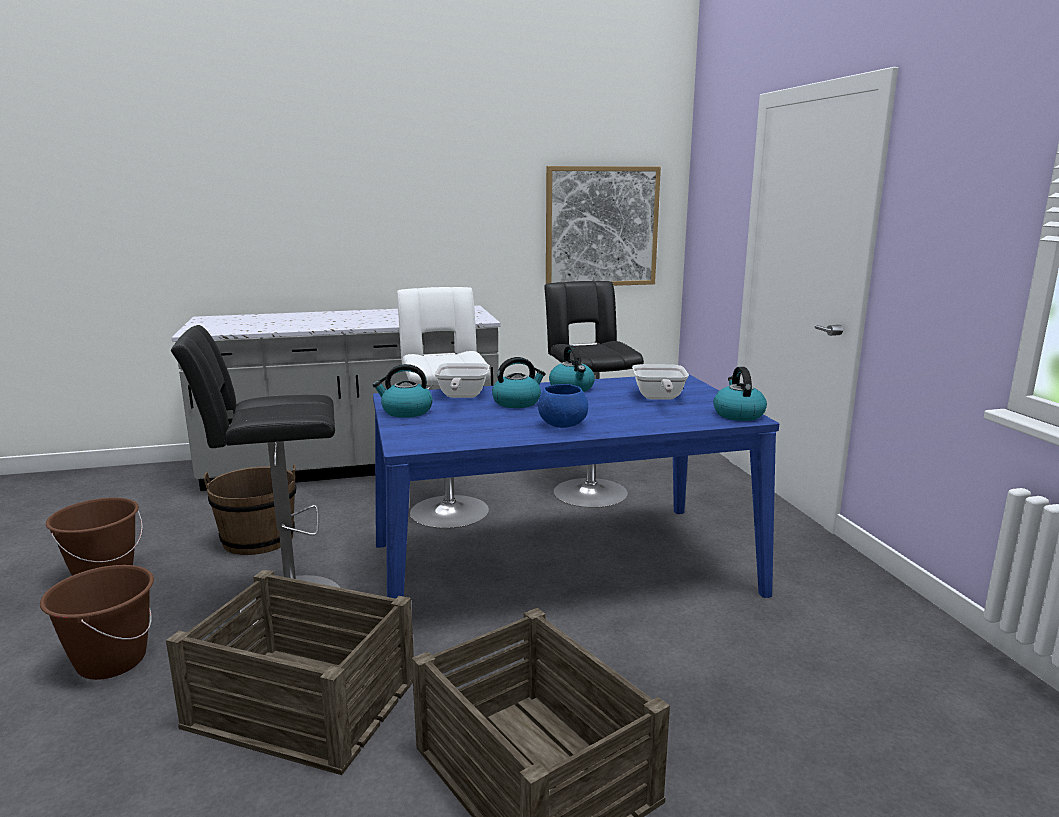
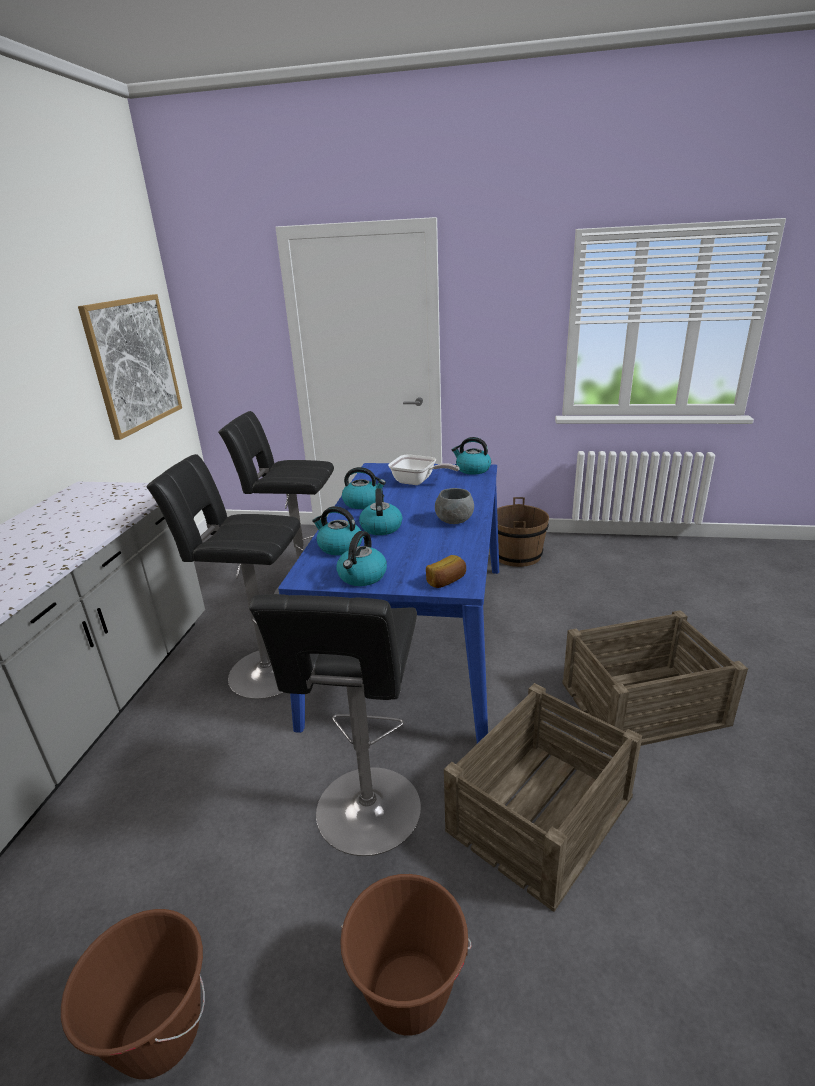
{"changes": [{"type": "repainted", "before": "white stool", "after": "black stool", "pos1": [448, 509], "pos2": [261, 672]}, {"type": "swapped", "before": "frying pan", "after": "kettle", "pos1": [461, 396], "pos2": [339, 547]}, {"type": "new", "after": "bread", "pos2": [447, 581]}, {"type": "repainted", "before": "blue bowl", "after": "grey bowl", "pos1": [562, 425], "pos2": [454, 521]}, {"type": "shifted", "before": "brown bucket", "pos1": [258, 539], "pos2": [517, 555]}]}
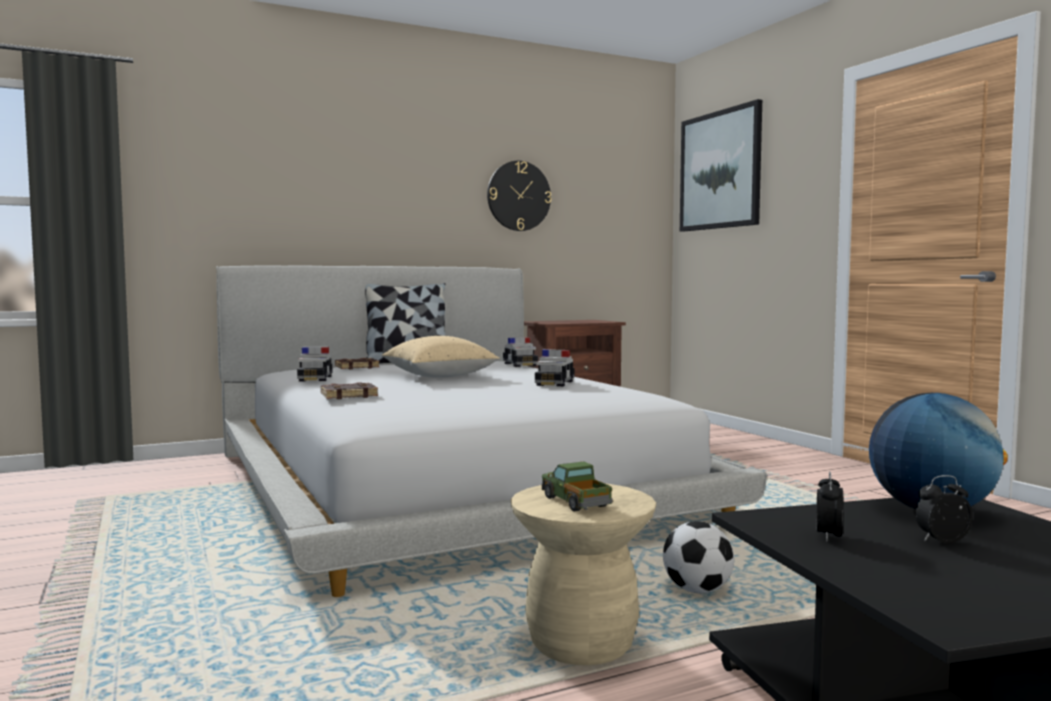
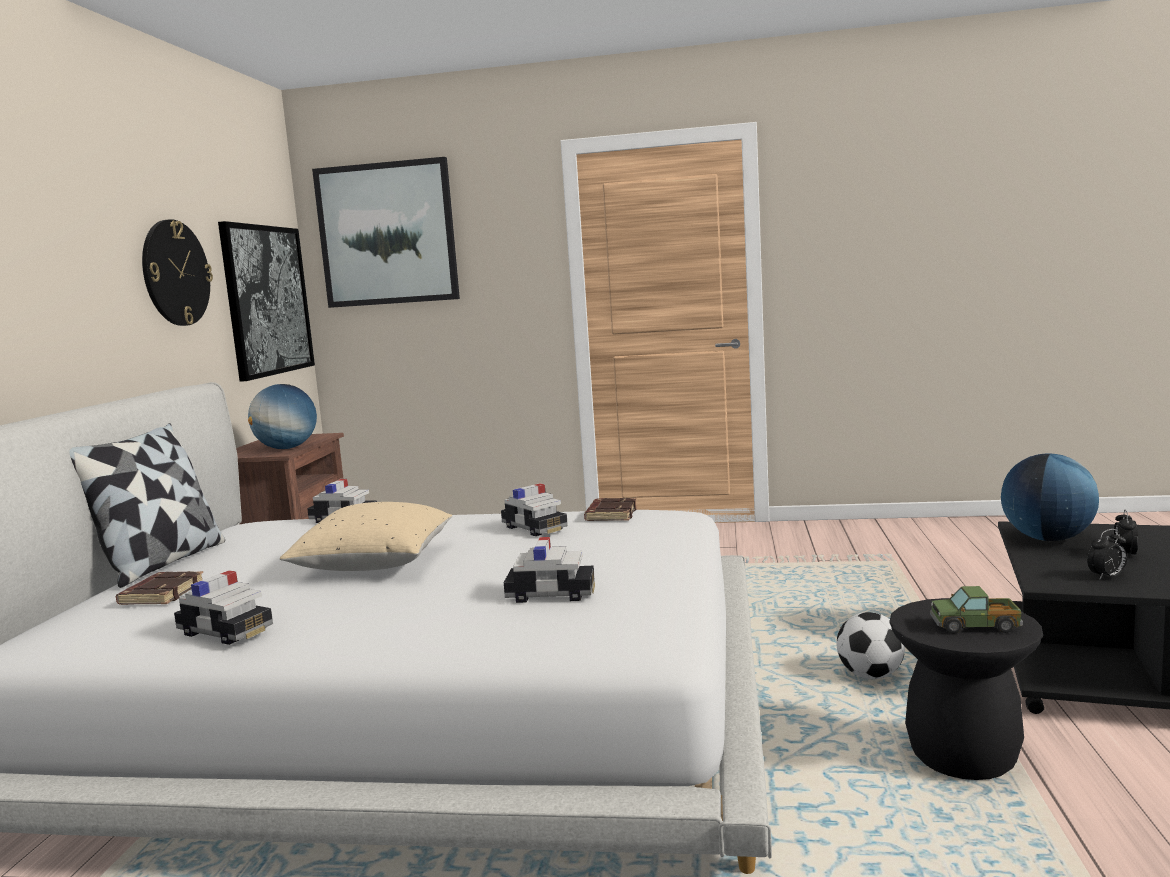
{"changes": [{"type": "new", "after": "picture", "pos2": [267, 300]}, {"type": "new", "after": "globe", "pos2": [286, 448]}, {"type": "new", "after": "toy car", "pos2": [551, 594]}, {"type": "shifted", "before": "brown book", "pos1": [349, 395], "pos2": [610, 514]}, {"type": "repainted", "before": "beige stool", "after": "black stool", "pos1": [581, 645], "pos2": [962, 758]}, {"type": "rotated", "before": "alarm clock", "pos1": [828, 537], "pos2": [1107, 577], "turn": -75}]}
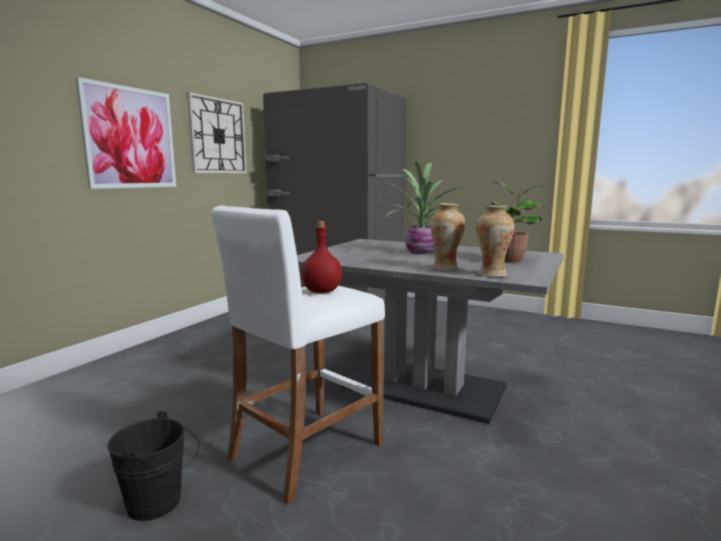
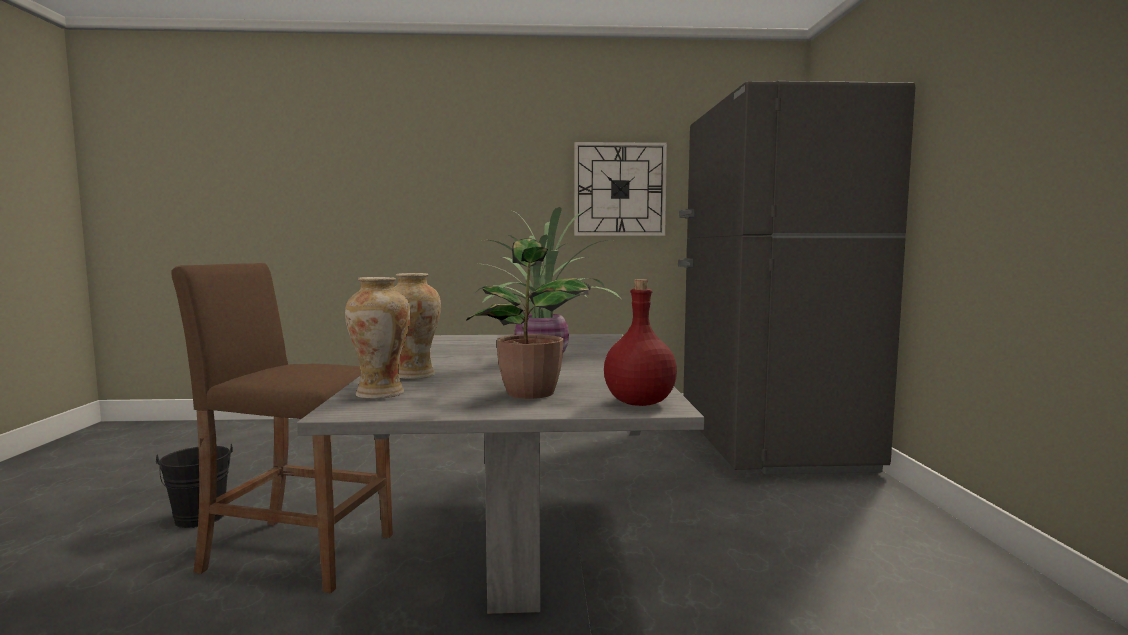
{"changes": [{"type": "repainted", "before": "white stool", "after": "brown stool", "pos1": [306, 451], "pos2": [298, 553]}, {"type": "shifted", "before": "red bottle", "pos1": [321, 292], "pos2": [638, 403]}, {"type": "gone", "before": "picture", "pos1": [130, 138]}]}
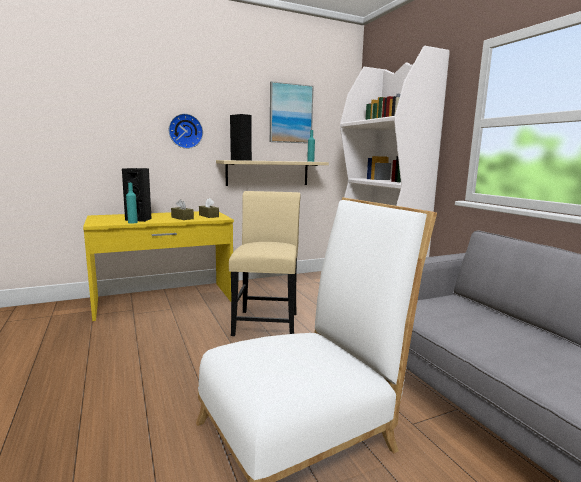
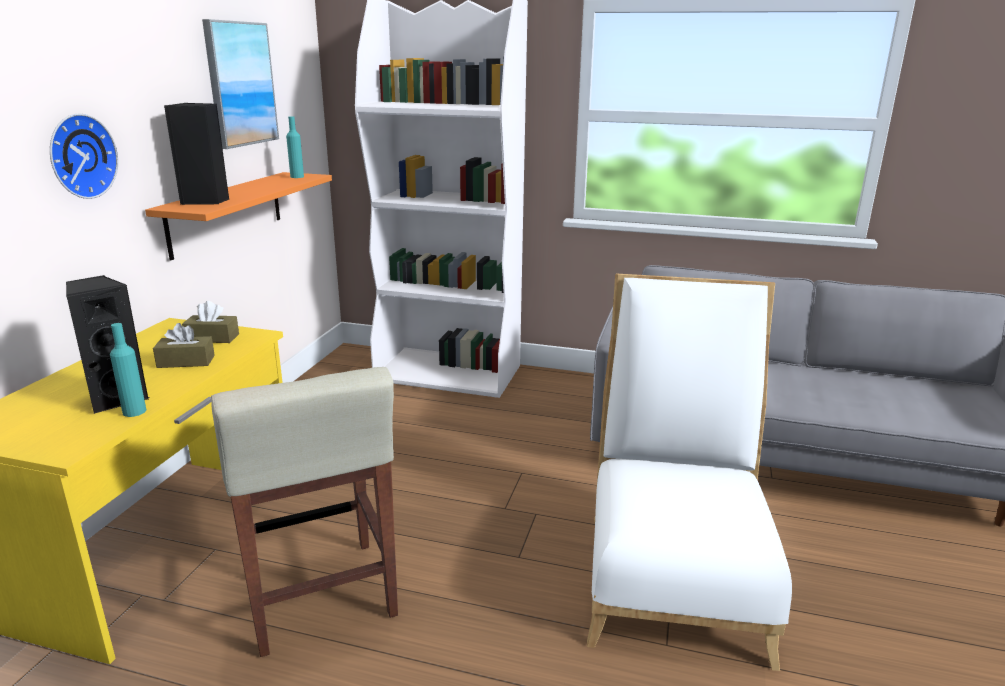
{"changes": [{"type": "repainted", "before": "beige shelf", "after": "orange shelf", "pos1": [268, 173], "pos2": [226, 213]}, {"type": "new", "after": "beige stool", "pos2": [319, 597]}, {"type": "gone", "before": "beige chair", "pos1": [267, 321]}]}
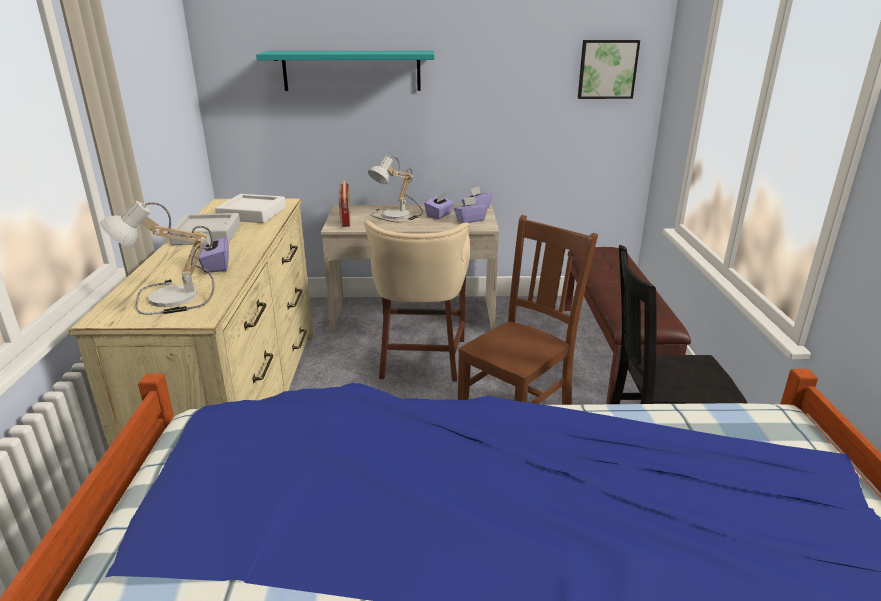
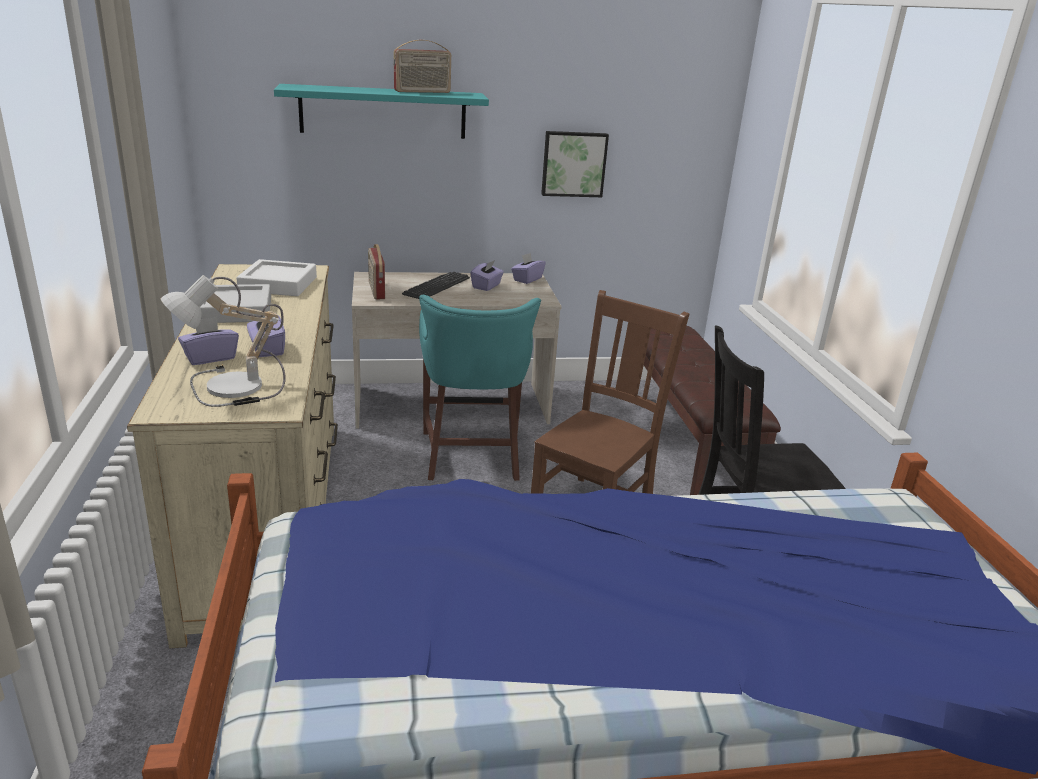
{"changes": [{"type": "shifted", "before": "purple tissue box", "pos1": [470, 220], "pos2": [210, 357]}, {"type": "new", "after": "radio", "pos2": [422, 92]}, {"type": "swapped", "before": "table lamp", "after": "keyboard", "pos1": [397, 215], "pos2": [437, 286]}, {"type": "repainted", "before": "beige stool", "after": "turquoise stool", "pos1": [421, 360], "pos2": [472, 457]}, {"type": "shifted", "before": "picture", "pos1": [607, 69], "pos2": [573, 164]}]}
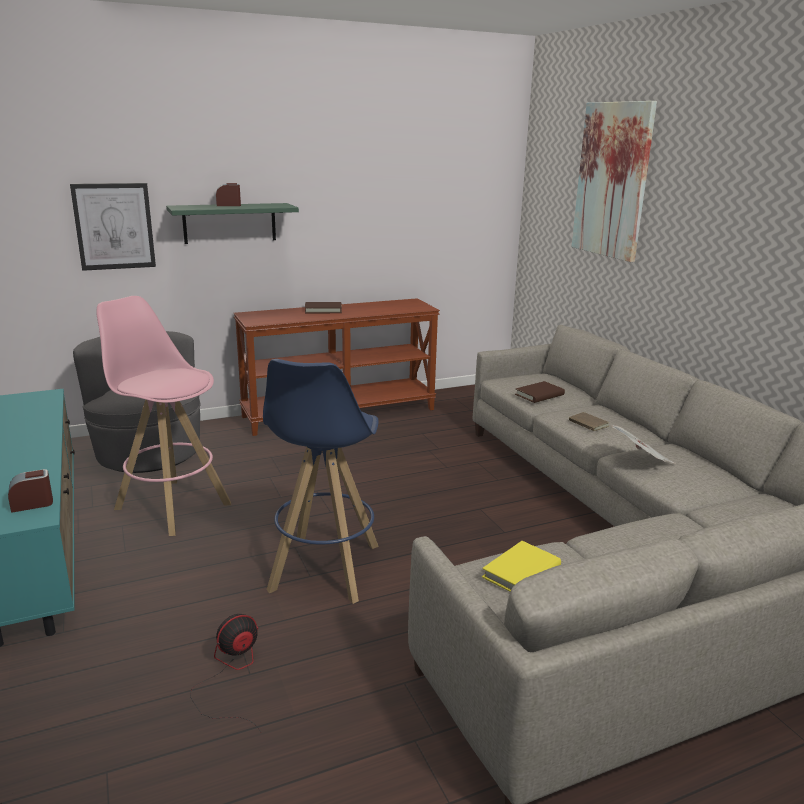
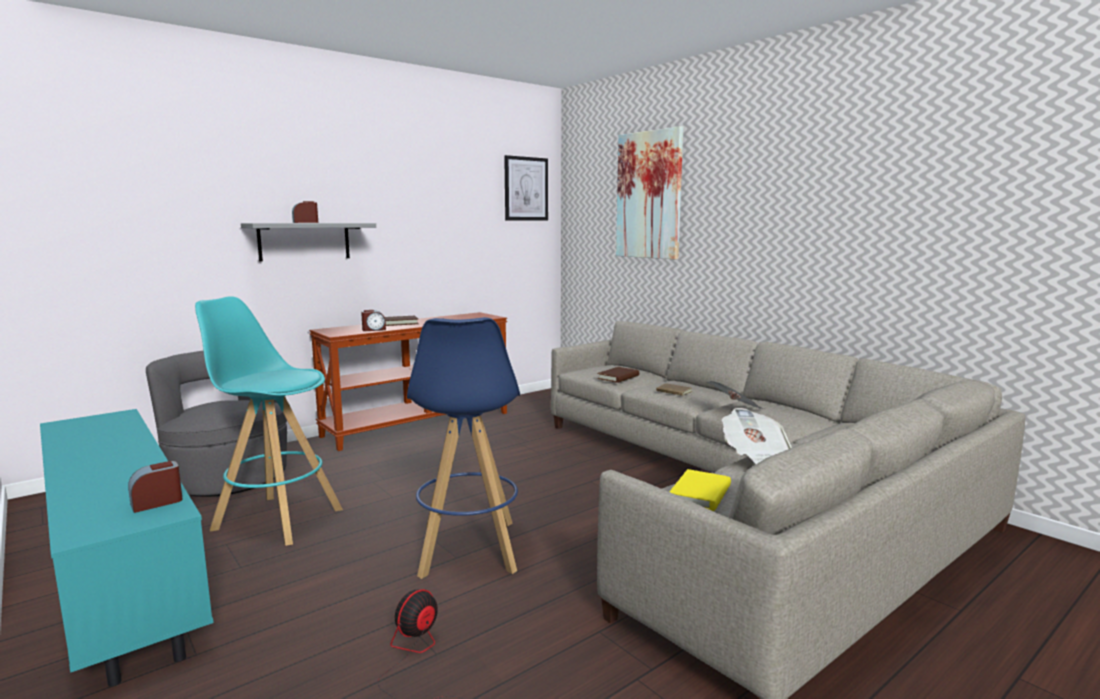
{"changes": [{"type": "repainted", "before": "pink stool", "after": "turquoise stool", "pos1": [172, 505], "pos2": [277, 519]}, {"type": "repainted", "before": "green shelf", "after": "grey shelf", "pos1": [229, 223], "pos2": [304, 241]}, {"type": "new", "after": "alarm clock", "pos2": [374, 330]}, {"type": "shifted", "before": "picture", "pos1": [114, 226], "pos2": [526, 189]}, {"type": "new", "after": "newspaper", "pos2": [756, 458]}]}
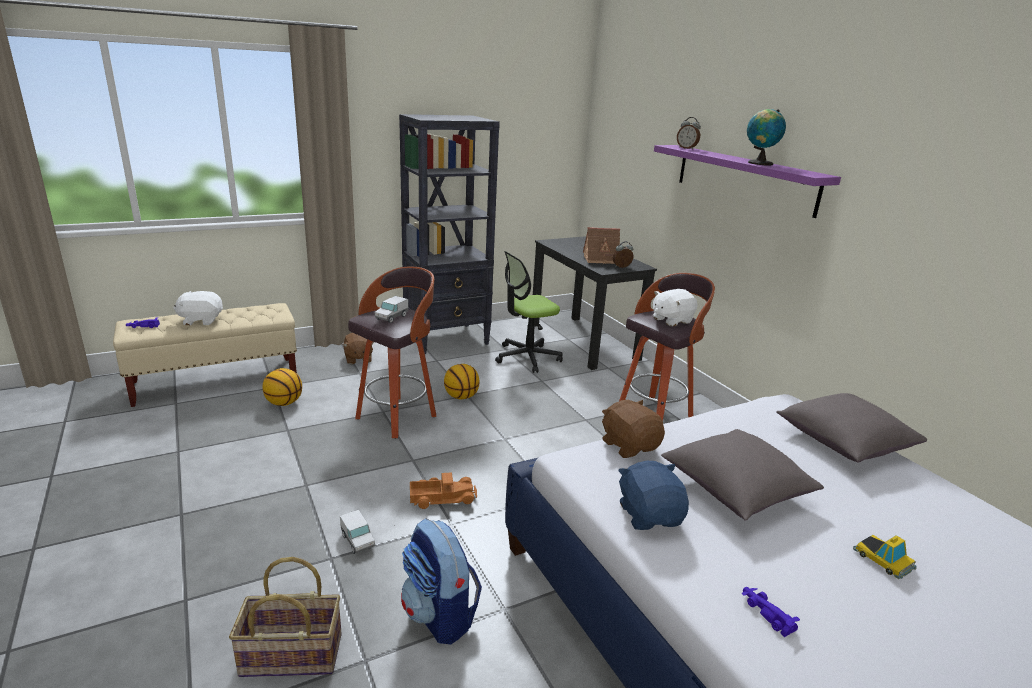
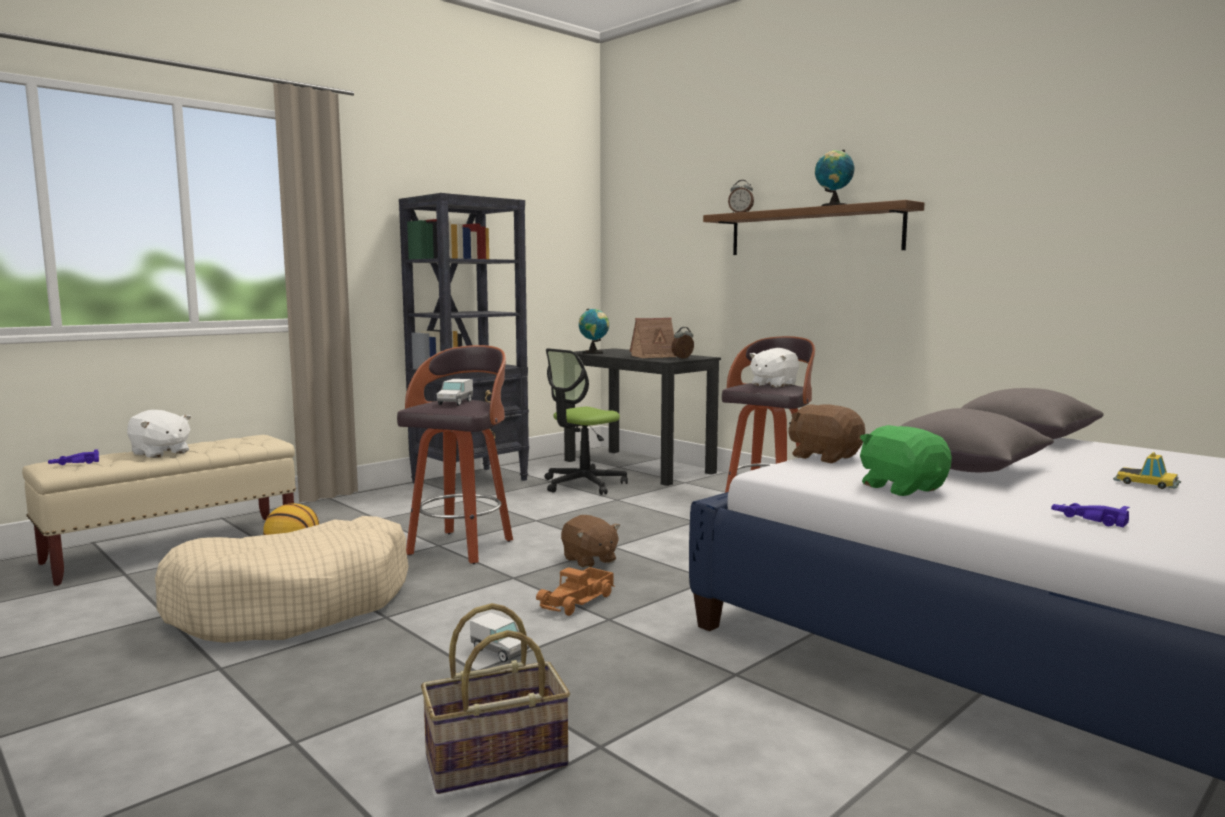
{"changes": [{"type": "rotated", "before": "white plush toy", "pos1": [201, 320], "pos2": [160, 453], "turn": -120}, {"type": "new", "after": "beige dog bed", "pos2": [294, 605]}, {"type": "rotated", "before": "toy truck", "pos1": [442, 497], "pos2": [578, 601], "turn": 150}, {"type": "shifted", "before": "brown plush toy", "pos1": [358, 359], "pos2": [589, 560]}, {"type": "new", "after": "globe", "pos2": [594, 352]}, {"type": "repainted", "before": "purple shelf", "after": "brown shelf", "pos1": [744, 178], "pos2": [813, 231]}, {"type": "repainted", "before": "blue plush toy", "after": "green plush toy", "pos1": [649, 515], "pos2": [902, 488]}, {"type": "gone", "before": "backpack", "pos1": [440, 615]}, {"type": "gone", "before": "basketball", "pos1": [461, 397]}]}
